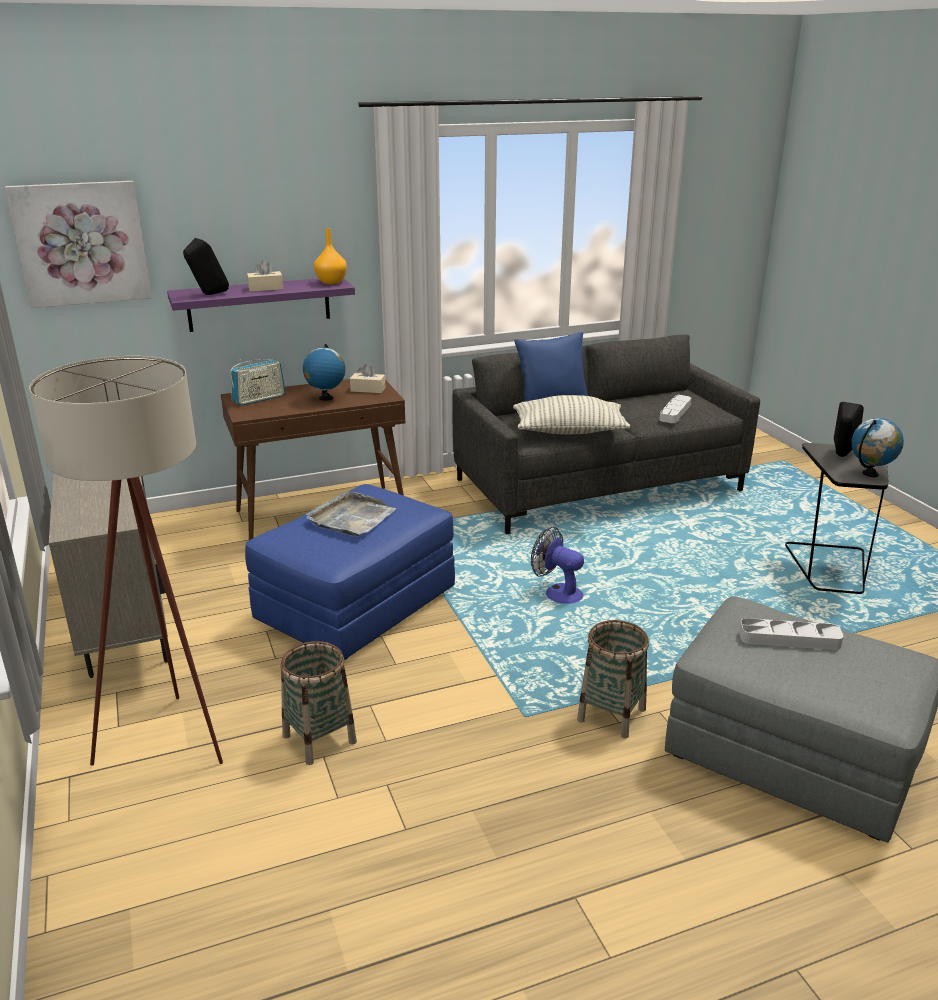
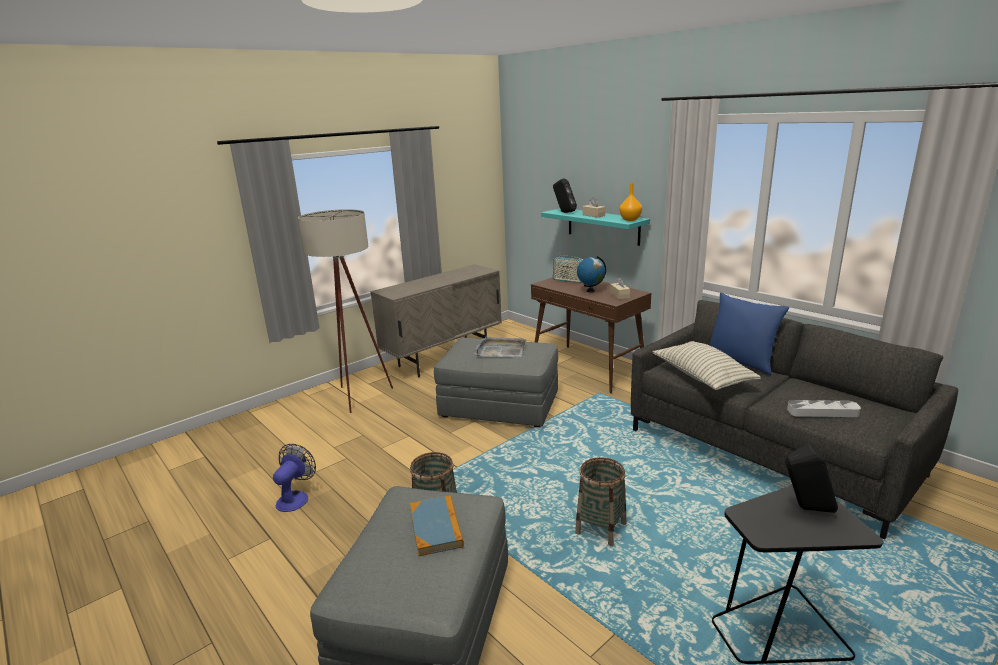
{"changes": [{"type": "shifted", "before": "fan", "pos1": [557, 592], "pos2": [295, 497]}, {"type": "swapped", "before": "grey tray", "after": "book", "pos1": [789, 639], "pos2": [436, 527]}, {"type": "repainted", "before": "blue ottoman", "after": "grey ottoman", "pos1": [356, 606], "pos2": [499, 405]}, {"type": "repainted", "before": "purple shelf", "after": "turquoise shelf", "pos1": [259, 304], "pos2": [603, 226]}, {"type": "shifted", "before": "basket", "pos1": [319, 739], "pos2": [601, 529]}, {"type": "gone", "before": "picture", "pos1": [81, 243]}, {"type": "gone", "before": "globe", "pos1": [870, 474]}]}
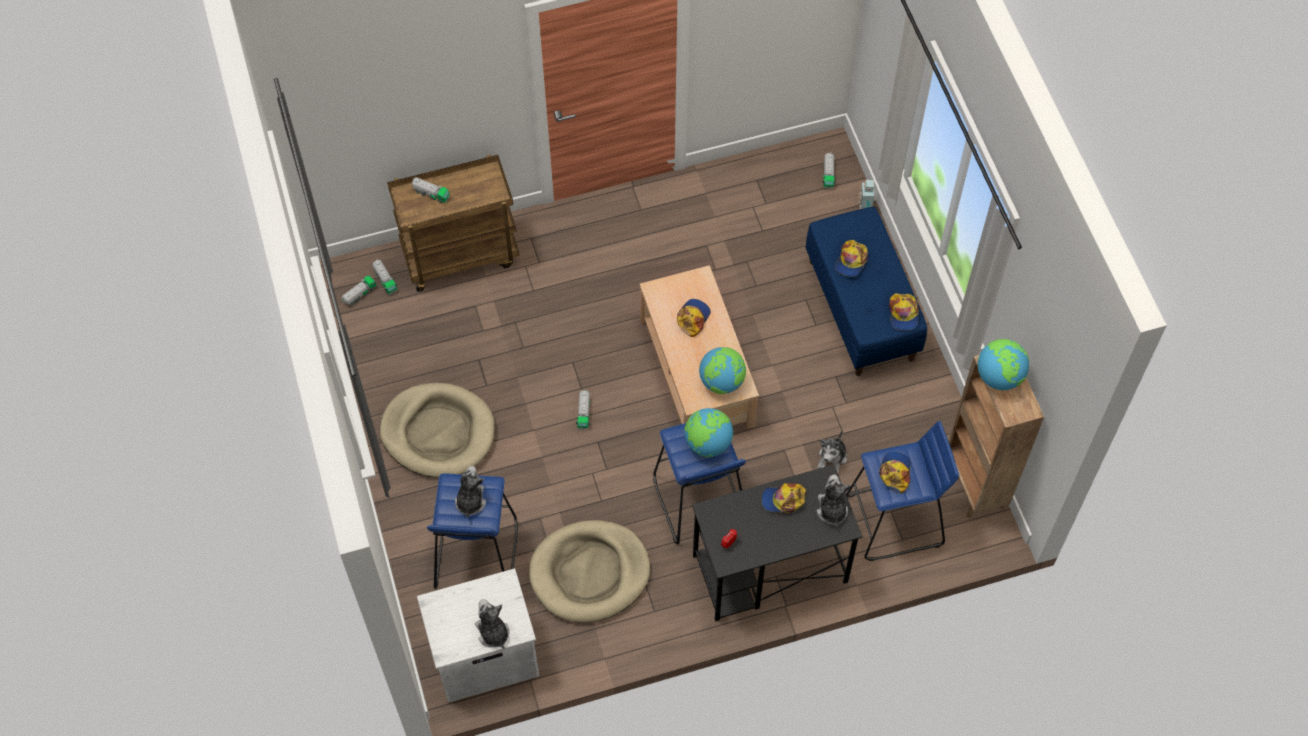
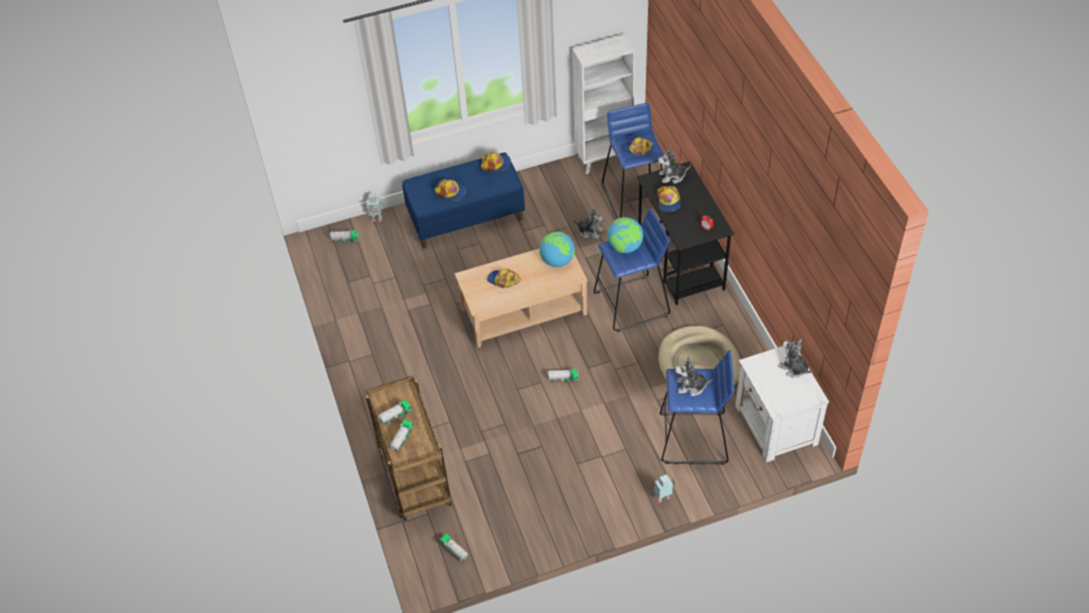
{"changes": [{"type": "shifted", "before": "toy truck", "pos1": [385, 280], "pos2": [395, 416]}, {"type": "repainted", "before": "brown bookcase", "after": "white bookcase", "pos1": [974, 485], "pos2": [604, 159]}, {"type": "new", "after": "toy robot", "pos2": [663, 498]}, {"type": "rotated", "before": "plush toy", "pos1": [492, 632], "pos2": [793, 368], "turn": 75}, {"type": "gone", "before": "beige dog bed", "pos1": [438, 432]}, {"type": "gone", "before": "globe", "pos1": [999, 376]}]}
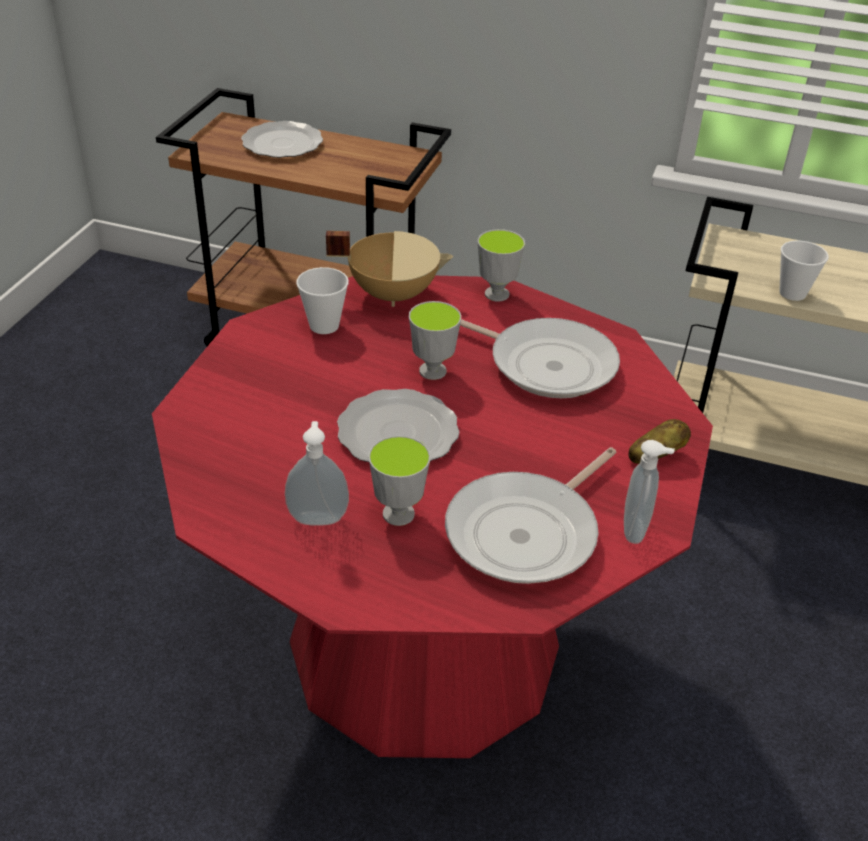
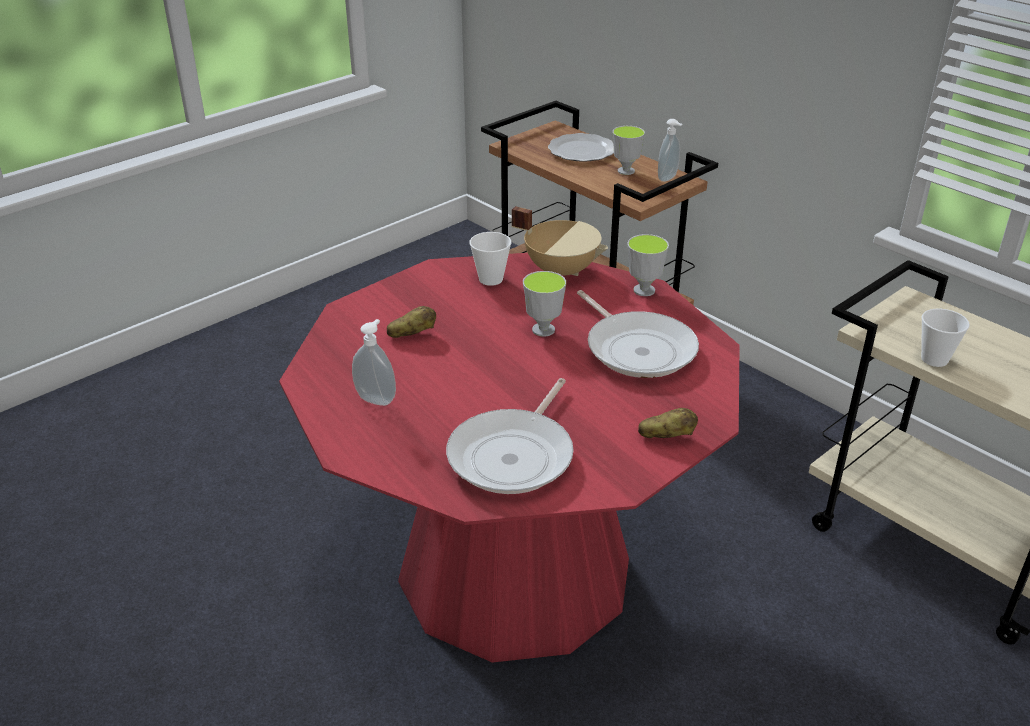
{"changes": [{"type": "new", "after": "potato", "pos2": [412, 334]}, {"type": "rotated", "before": "frying pan", "pos1": [527, 532], "pos2": [514, 455], "turn": -45}, {"type": "shifted", "before": "cup", "pos1": [398, 514], "pos2": [626, 171]}, {"type": "shifted", "before": "soap dispenser", "pos1": [637, 530], "pos2": [668, 178]}, {"type": "gone", "before": "plate", "pos1": [398, 431]}]}
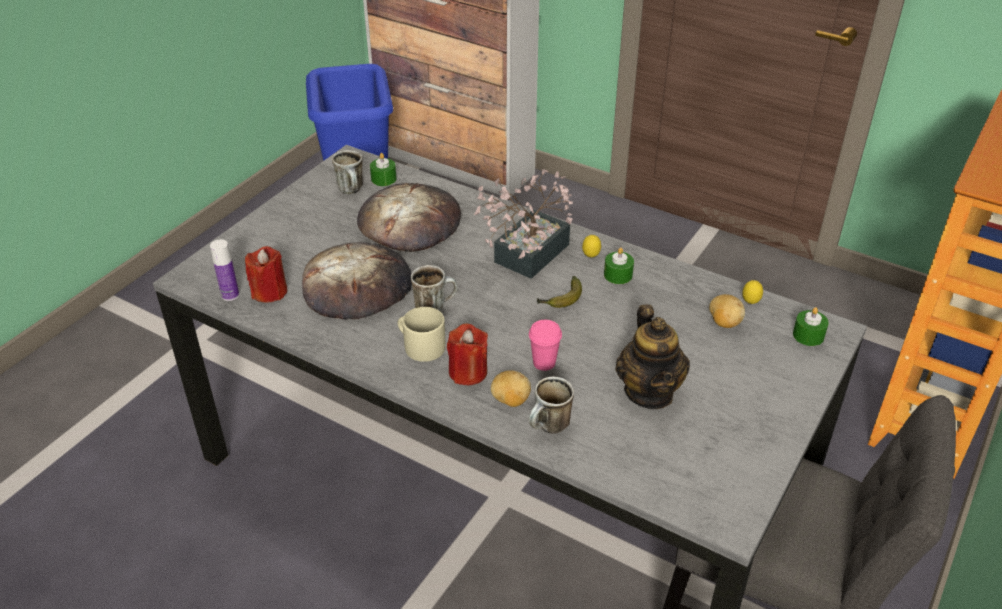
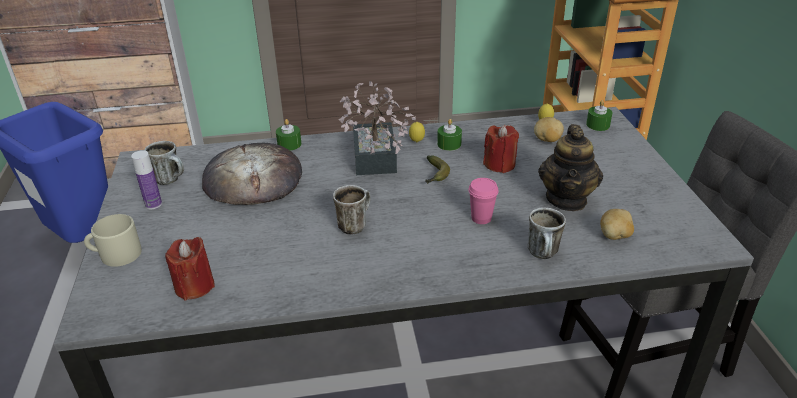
{"changes": [{"type": "shifted", "before": "beige mug", "pos1": [420, 345], "pos2": [115, 254]}, {"type": "shifted", "before": "bottle", "pos1": [230, 295], "pos2": [153, 204]}, {"type": "shifted", "before": "green candle", "pos1": [383, 179], "pos2": [289, 144]}, {"type": "shifted", "before": "red candle", "pos1": [468, 372], "pos2": [499, 164]}, {"type": "rotated", "before": "teapot", "pos1": [649, 392], "pos2": [567, 199], "turn": 60}, {"type": "shifted", "before": "potato", "pos1": [510, 400], "pos2": [614, 236]}, {"type": "gone", "before": "bread", "pos1": [358, 286]}]}
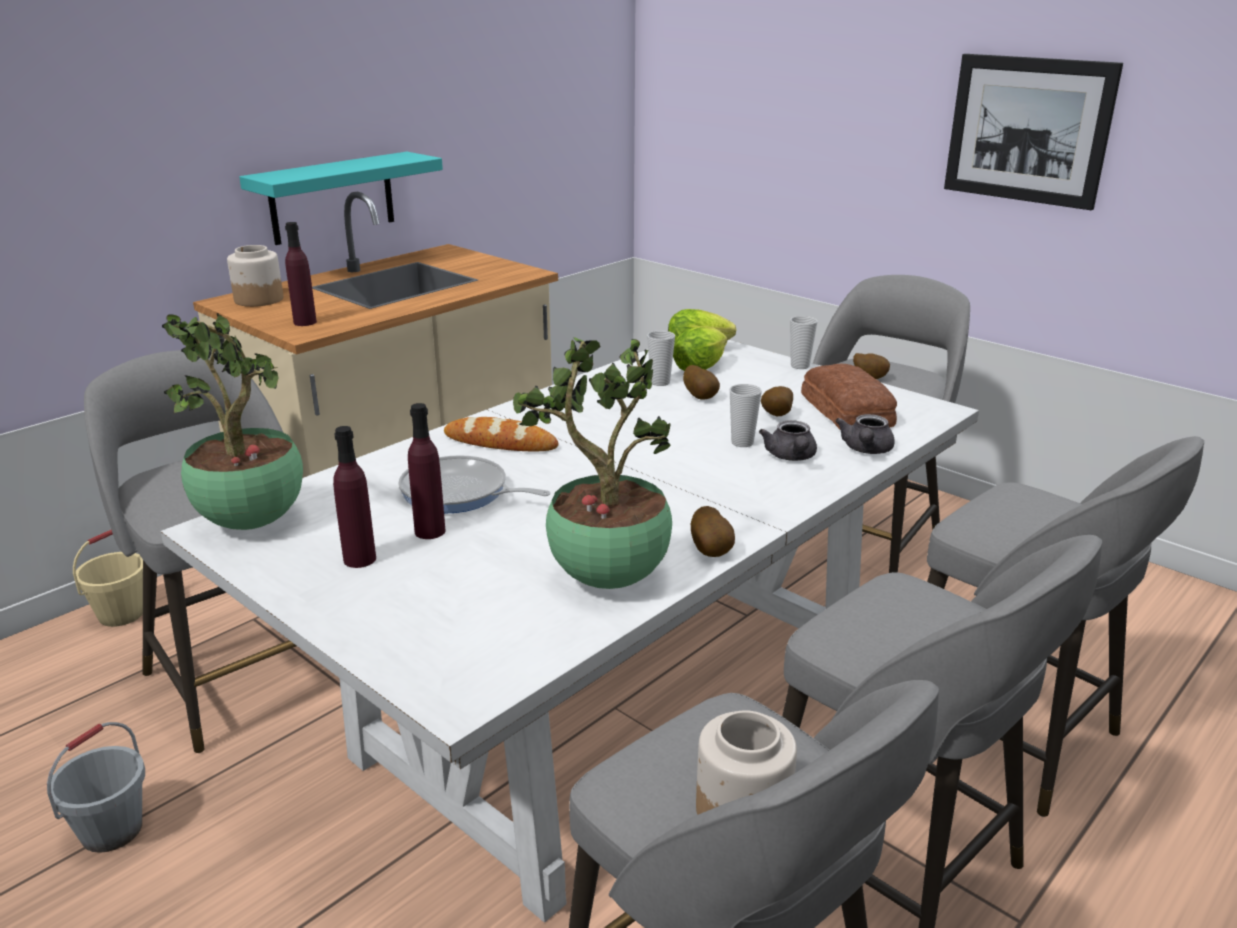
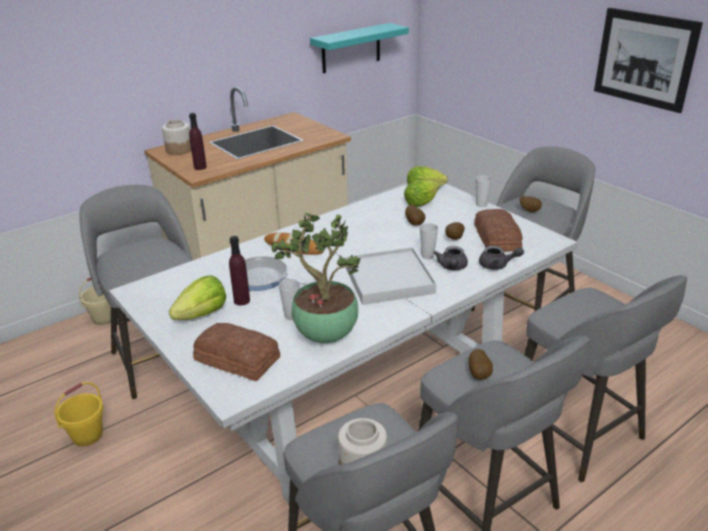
{"changes": [{"type": "repainted", "before": "grey bucket", "after": "yellow bucket", "pos1": [112, 831], "pos2": [87, 436]}, {"type": "swapped", "before": "purple bottle", "after": "lettuce", "pos1": [359, 559], "pos2": [202, 314]}, {"type": "new", "after": "bread", "pos2": [237, 358]}, {"type": "shifted", "before": "cup", "pos1": [660, 382], "pos2": [291, 316]}, {"type": "shifted", "before": "turquoise shelf", "pos1": [332, 198], "pos2": [351, 48]}, {"type": "new", "after": "white tray", "pos2": [388, 279]}, {"type": "shifted", "before": "potato", "pos1": [712, 551], "pos2": [479, 374]}, {"type": "rotated", "before": "grey teapot", "pos1": [866, 450], "pos2": [497, 265], "turn": -105}, {"type": "gone", "before": "potted plant", "pos1": [254, 523]}]}
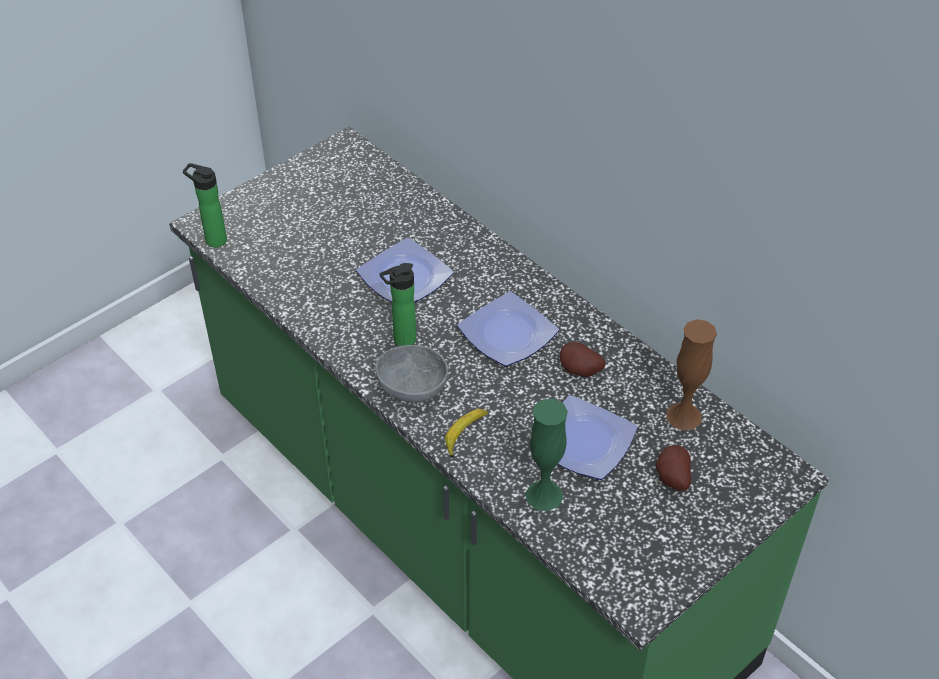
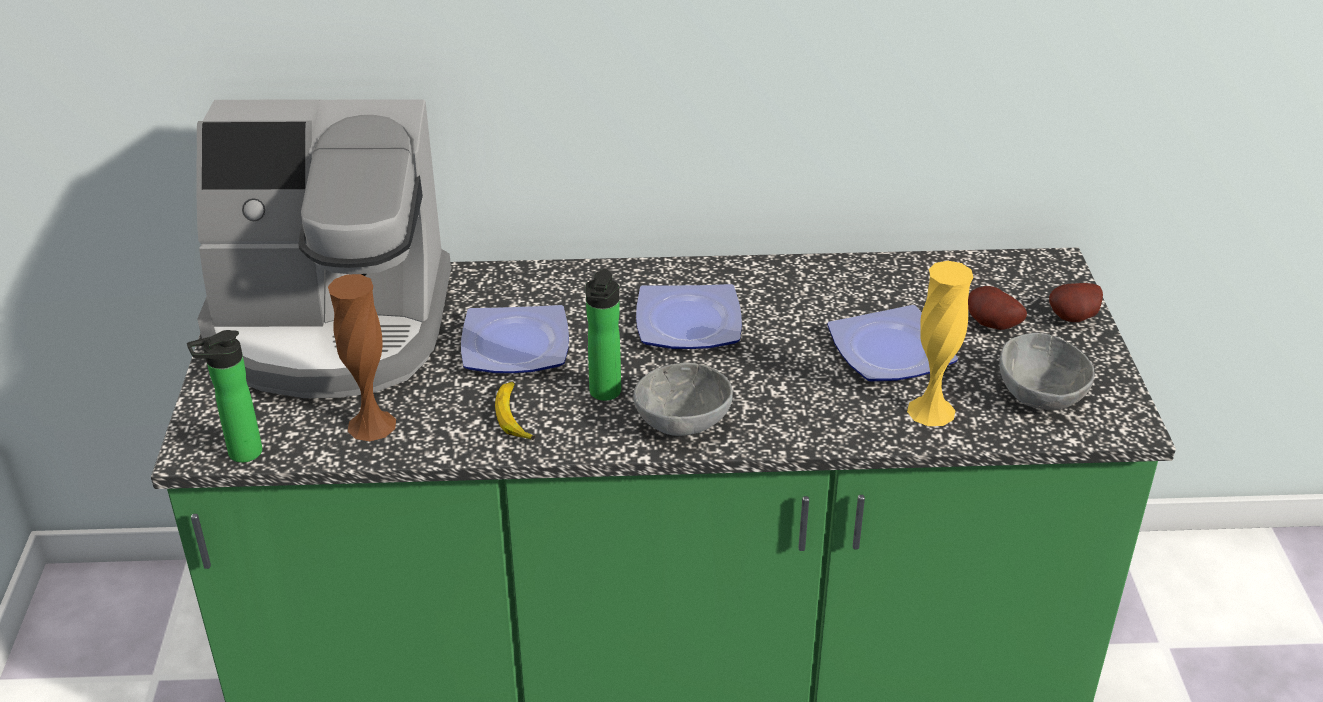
{"changes": [{"type": "new", "after": "coffee machine", "pos2": [330, 328]}, {"type": "shifted", "before": "brown vase", "pos1": [683, 416], "pos2": [372, 425]}, {"type": "shifted", "before": "banana", "pos1": [465, 434], "pos2": [515, 417]}, {"type": "repainted", "before": "green vase", "after": "yellow vase", "pos1": [544, 495], "pos2": [931, 411]}, {"type": "new", "after": "grey bowl", "pos2": [1042, 394]}, {"type": "shifted", "before": "potato", "pos1": [579, 372], "pos2": [1075, 319]}]}
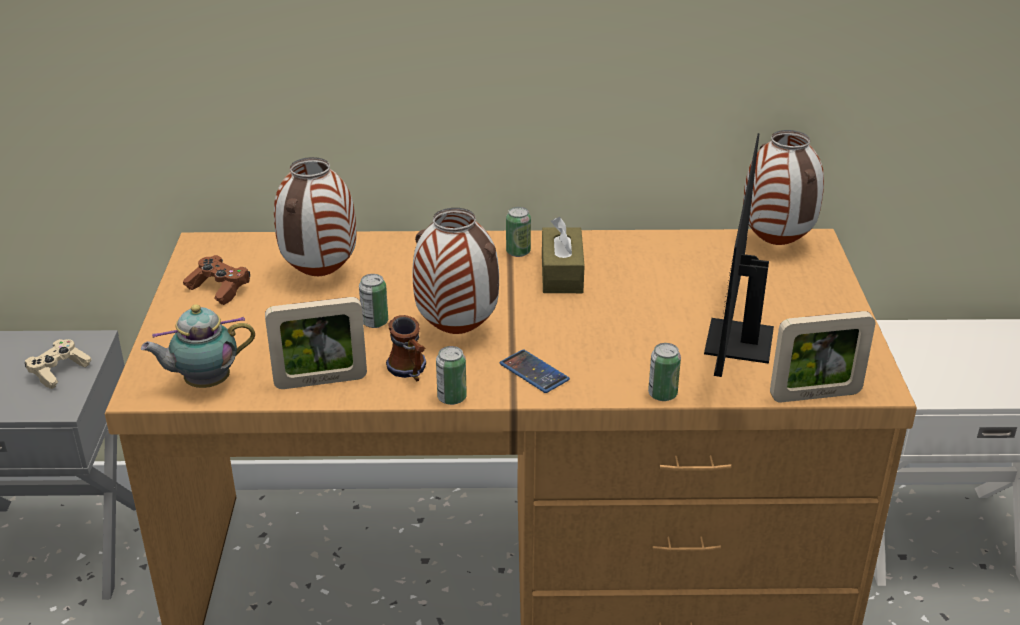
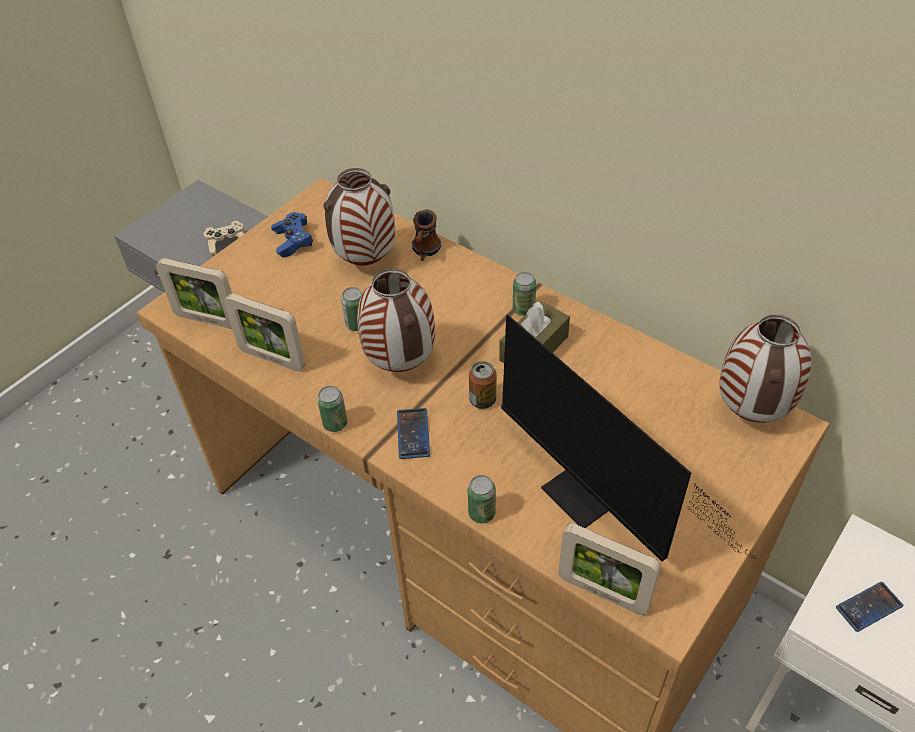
{"changes": [{"type": "swapped", "before": "teapot", "after": "picture frame", "pos1": [204, 383], "pos2": [207, 320]}, {"type": "repainted", "before": "brown game controller", "after": "blue game controller", "pos1": [219, 289], "pos2": [293, 241]}, {"type": "shifted", "before": "mug", "pos1": [410, 372], "pos2": [424, 252]}, {"type": "new", "after": "can", "pos2": [482, 400]}, {"type": "rotated", "before": "monitor", "pos1": [734, 347], "pos2": [590, 501], "turn": -90}, {"type": "new", "after": "phone", "pos2": [869, 607]}]}
